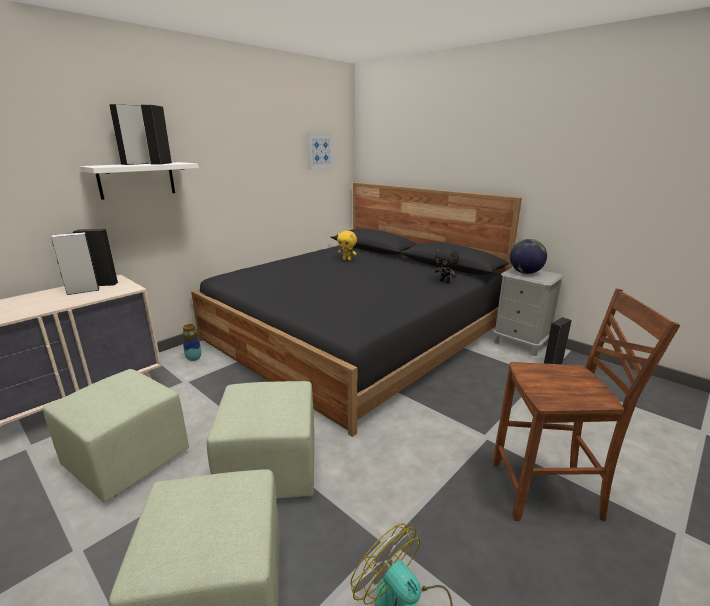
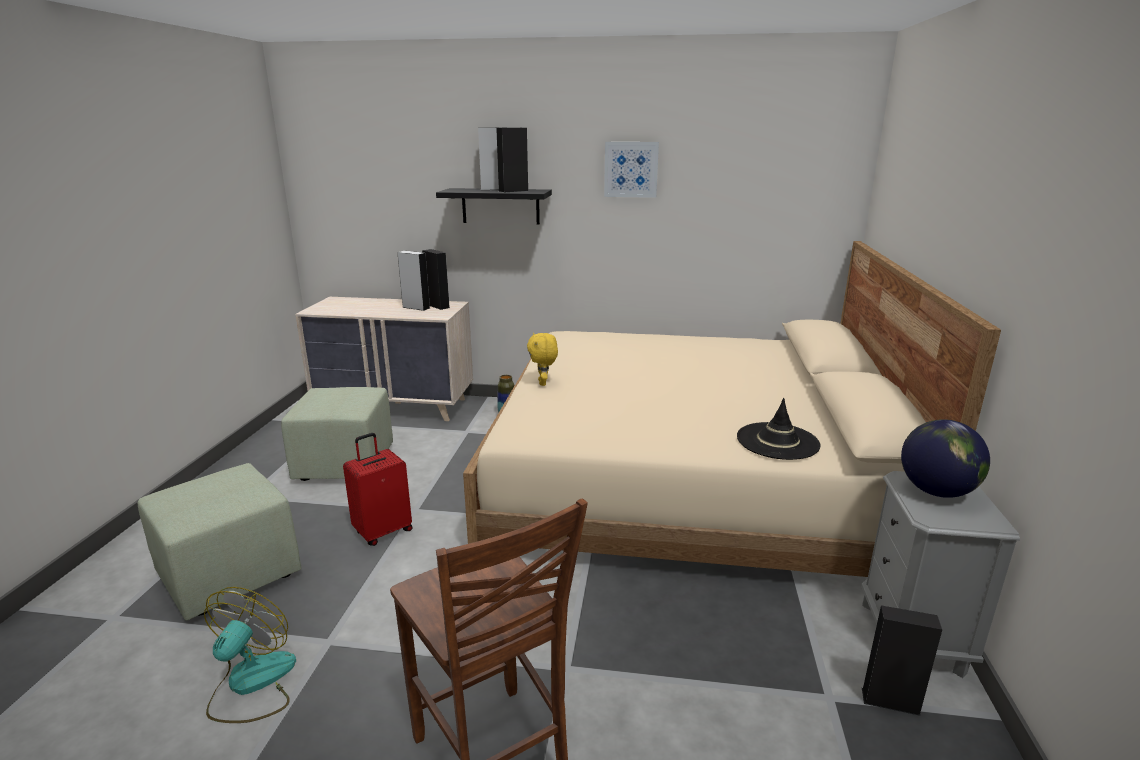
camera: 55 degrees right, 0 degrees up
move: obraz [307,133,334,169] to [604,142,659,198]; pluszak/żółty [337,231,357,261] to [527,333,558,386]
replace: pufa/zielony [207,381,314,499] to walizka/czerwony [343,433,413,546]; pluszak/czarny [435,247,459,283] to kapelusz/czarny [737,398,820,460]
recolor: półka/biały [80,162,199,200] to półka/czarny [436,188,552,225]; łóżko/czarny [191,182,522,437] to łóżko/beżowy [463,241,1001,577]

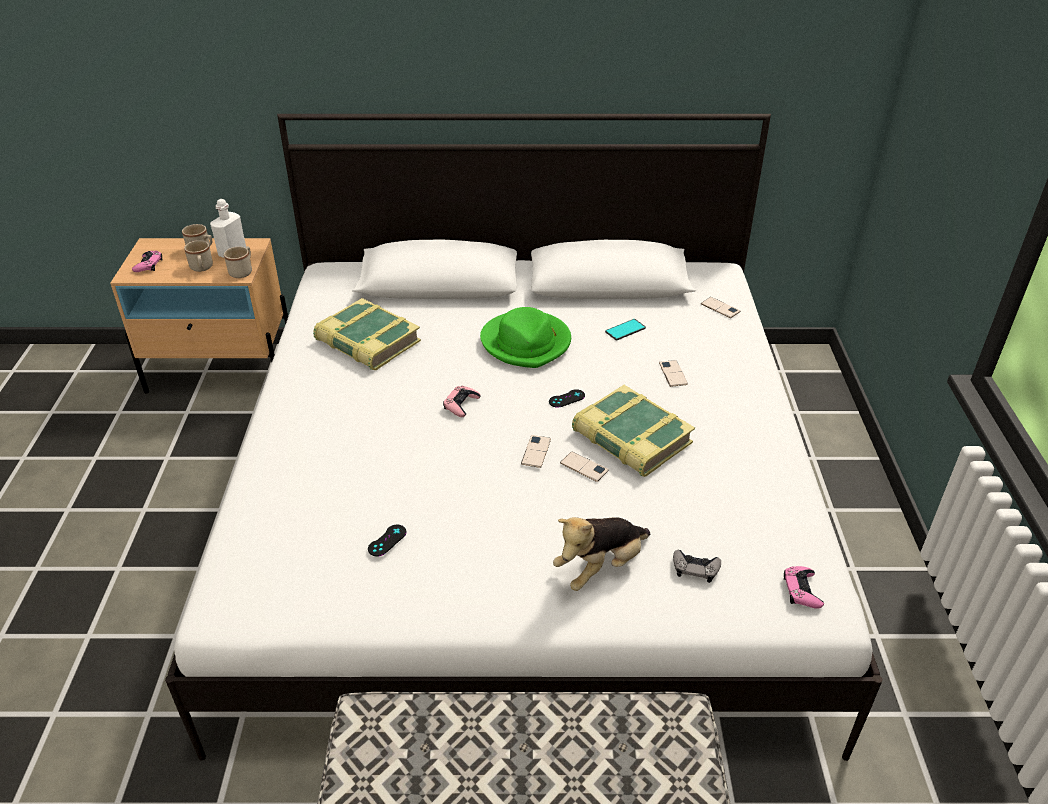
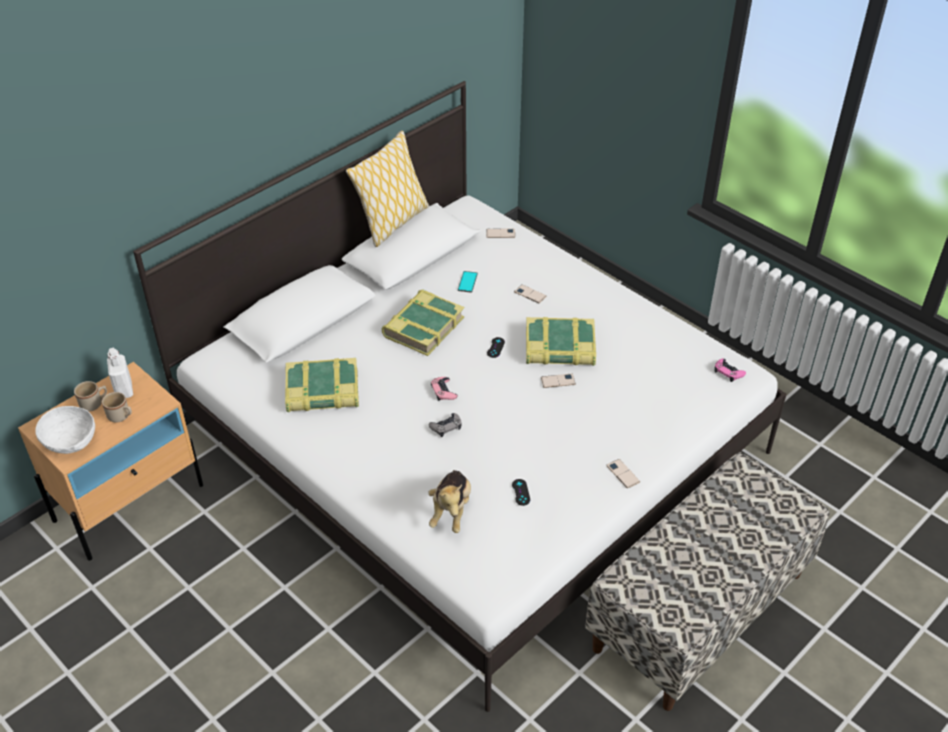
camera: 45 degrees left, 5 degrees up
delete: kubek/beżowy [224,246,252,278]
insert: poduszka [346,131,429,247]
move: telefon [521,435,551,468] to [606,459,640,489]; pluszak [553,517,650,591] to [428,470,471,533]; pad do gier/szary [673,550,721,583] to [429,413,462,437]
replace: pad do gier/różowy [132,251,163,272] to miska/biały [35,406,95,454]; kapelusz/zielony [480,307,571,368] to książka [382,290,464,356]

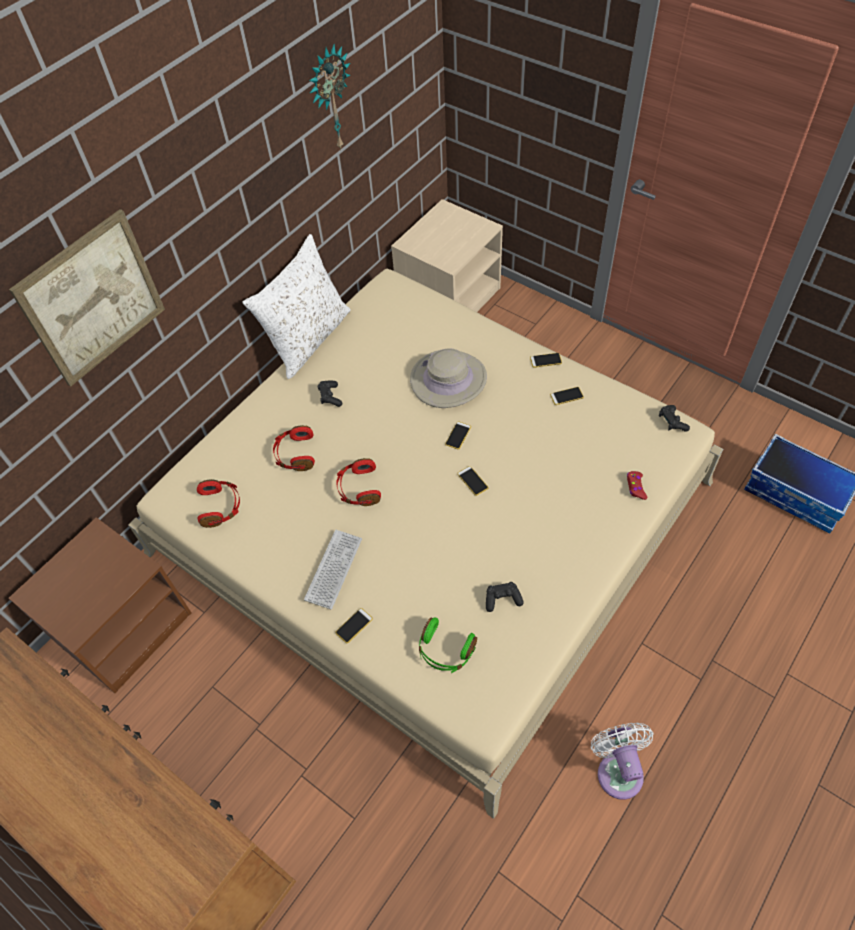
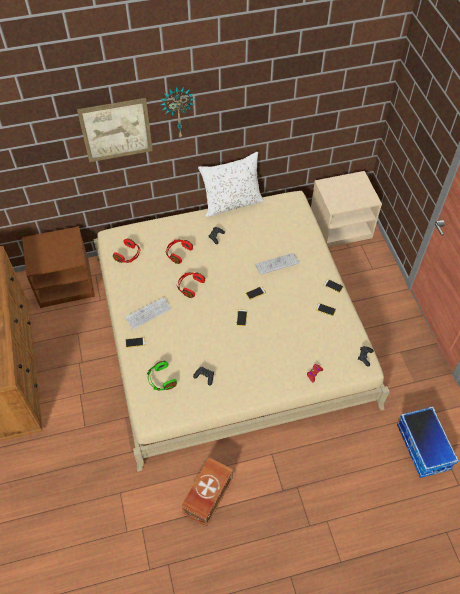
camera: 35 degrees right, 0 degrees up
move: zegar ścienny [309,43,350,149] to [161,87,195,139]
replace: kapelusz/beżowy [410,348,487,408] to klawiatura [255,253,299,275]; wentylator/biały [591,723,654,800] to pojemnik do przechowywania/brązowy [181,457,233,527]

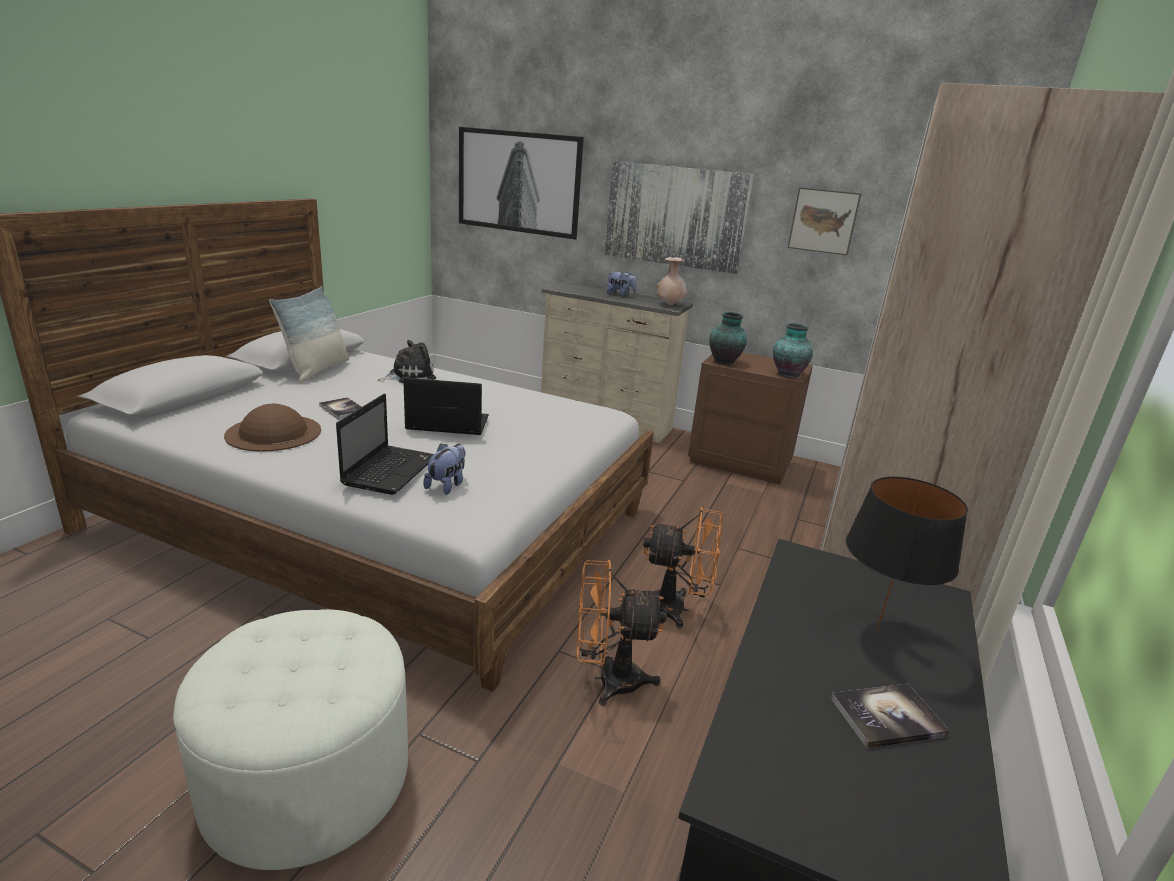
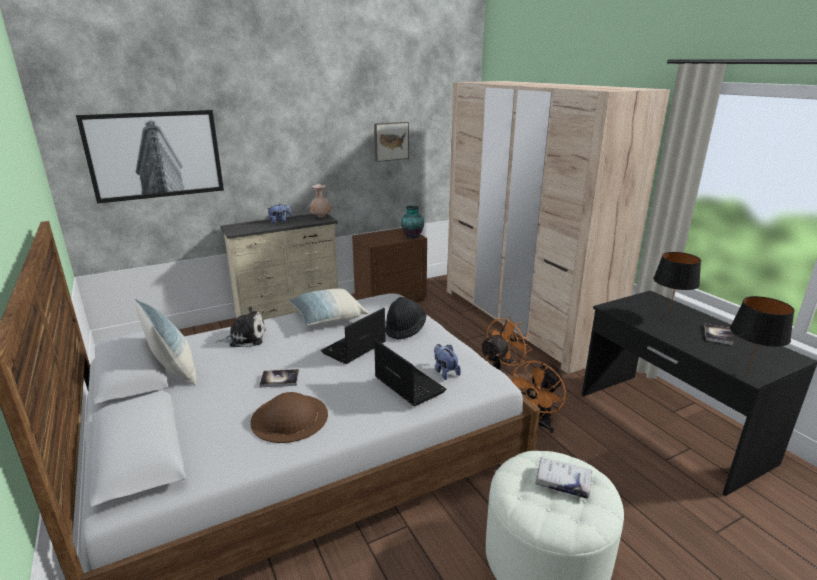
camera: 50 degrees left, 0 degrees up
delete: obraz [605,161,754,274]; wazon [709,312,747,365]
insert: poduszka [289,289,368,326]; kapelusz/czarny [385,297,426,340]; książka/biały [535,457,592,499]; lampa stołowa/czarny [730,296,795,374]
rotate: pluszak [377,340,436,383] = [216,307,266,348] 75 degrees clockwise

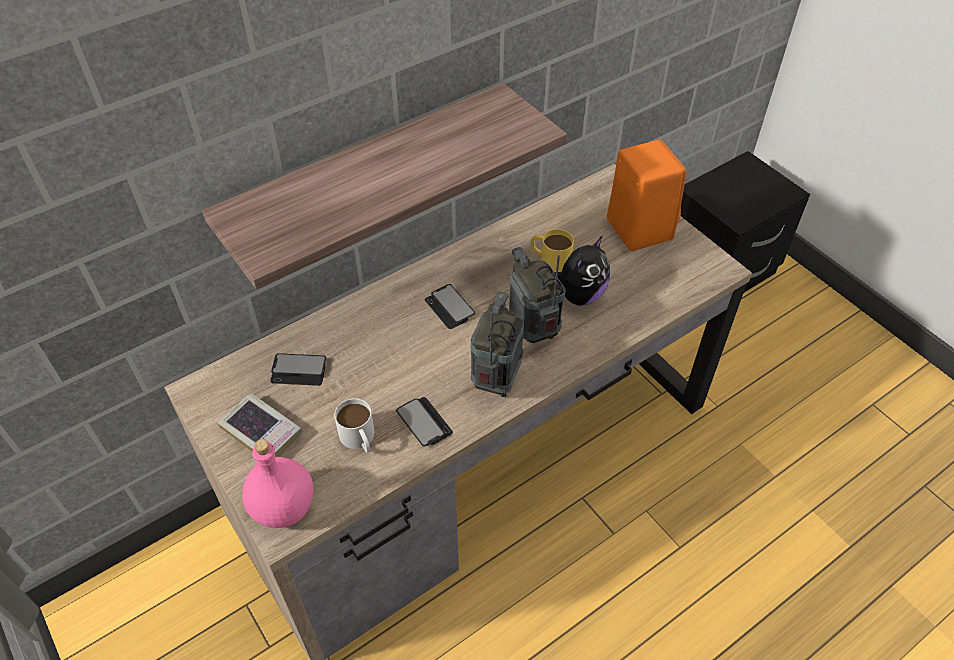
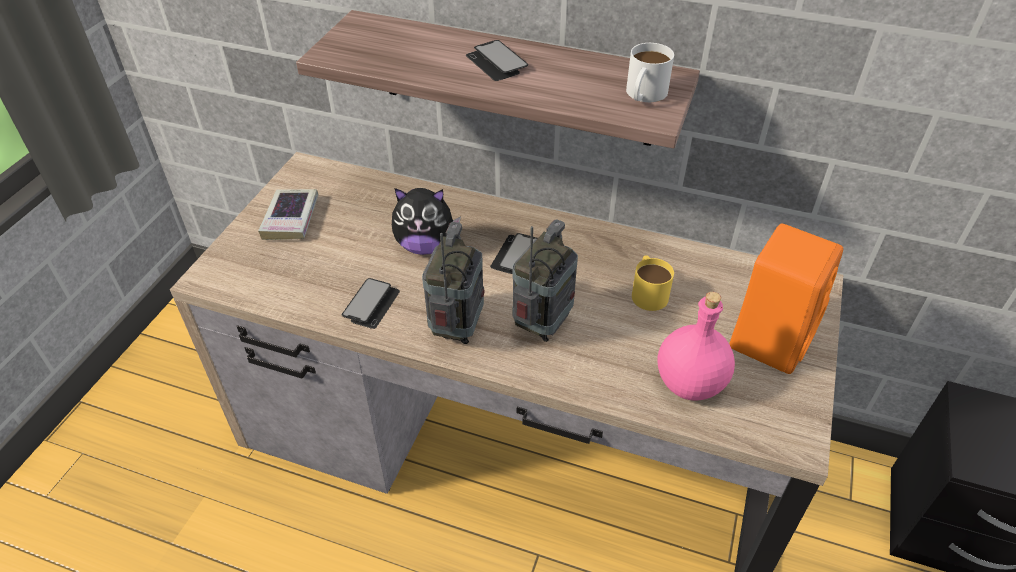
camera: 55 degrees right, 5 degrees down
move: butelka/różowy [242,439,313,528] to [657,292,735,401]; telefon [270,353,326,386] to [466,40,528,81]; kubek/biały [334,398,375,453] to [626,43,674,102]; pluszak [554,235,610,305] to [392,188,461,255]
rotate: radio [470,291,524,397] = [422,222,485,344] 60 degrees counterclockwise

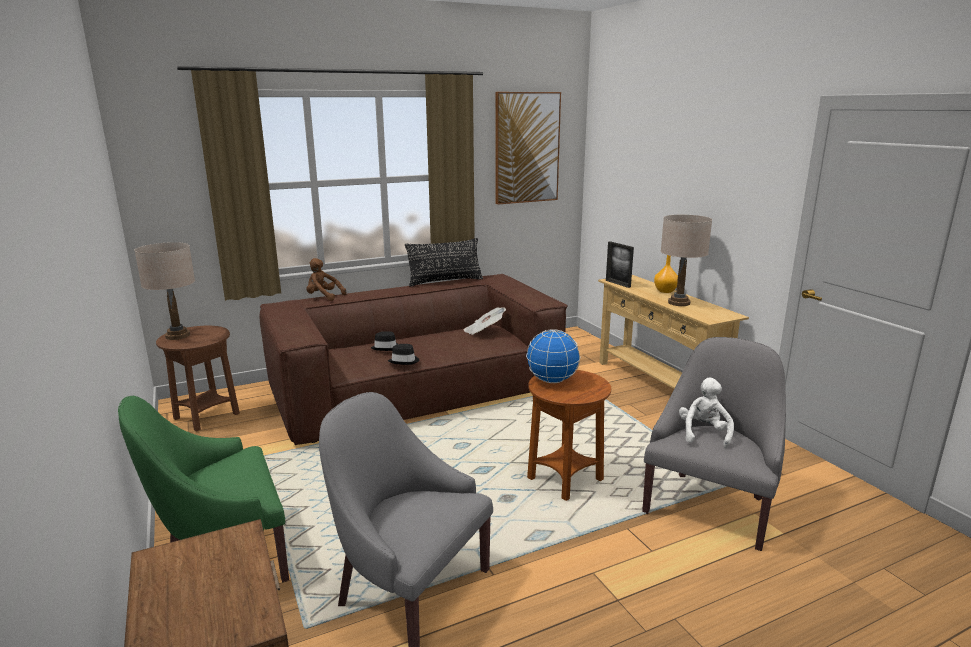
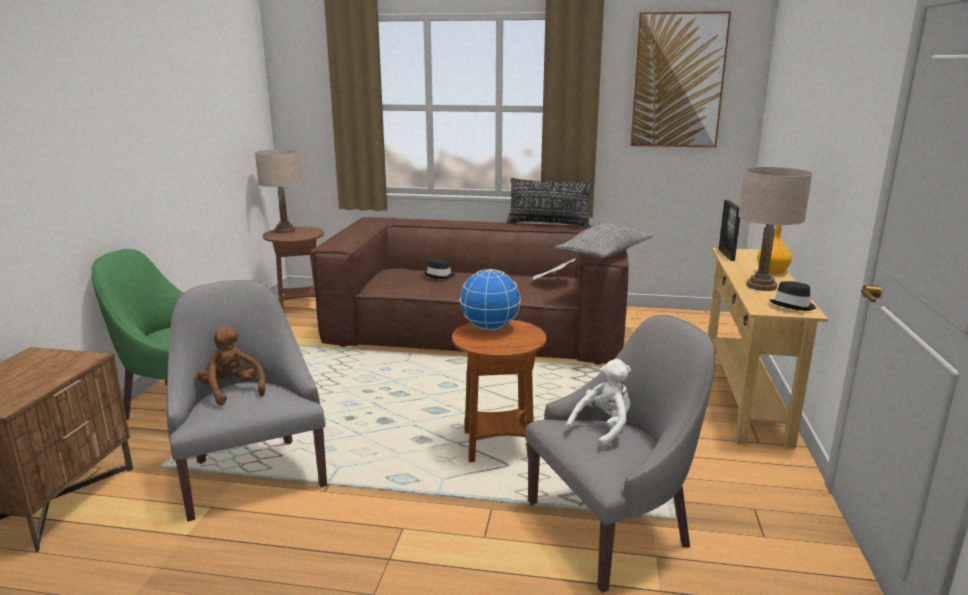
camera: 35 degrees right, 0 degrees up
insert: poduszka/szary [556,224,653,258]
move: pluszak/brązowy [306,258,346,301] to [197,326,265,406]; kapelusz/czarny [388,344,419,365] to [770,281,816,311]

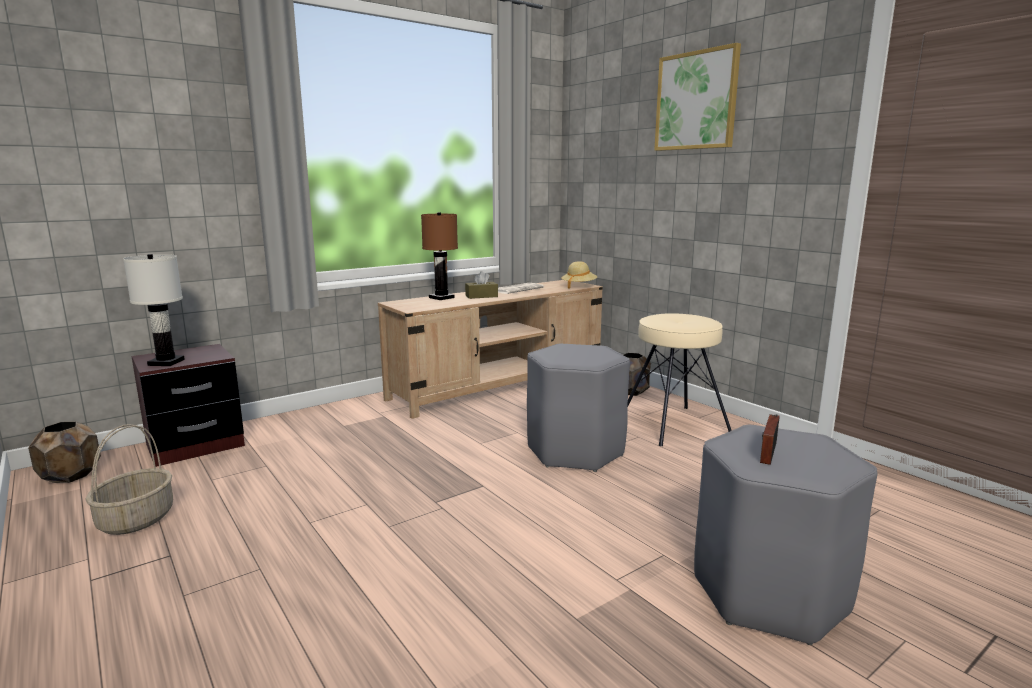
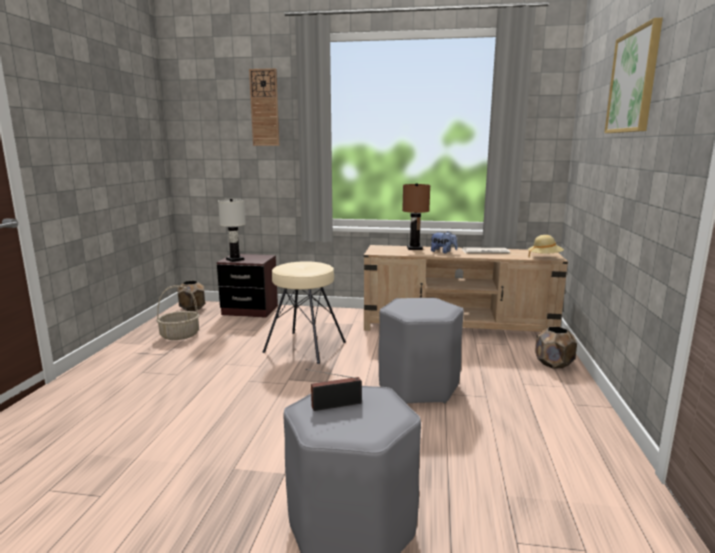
camera: 45 degrees right, 0 degrees up
insert: zegar ścienny [249,68,279,146]
move: stołek/beżowy [627,313,732,446] to [262,261,346,364]
replace: pudełko chusteczek/brązowy [465,271,498,299] to pluszak [431,231,458,253]

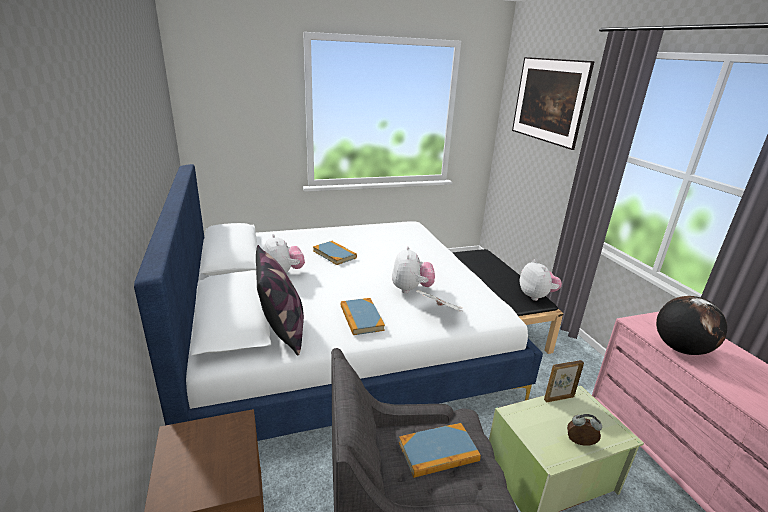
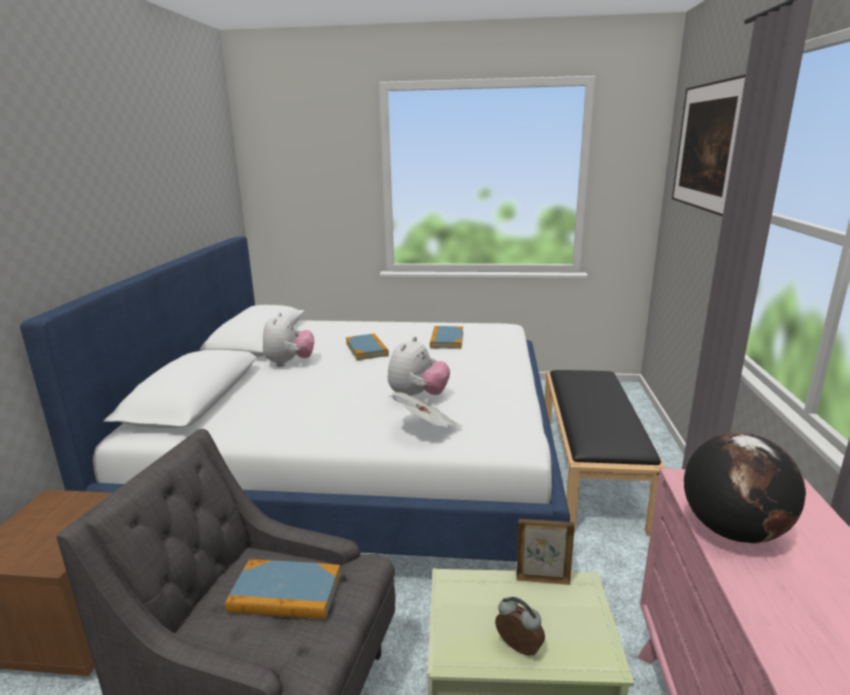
camera: 25 degrees right, 5 degrees down
delete: poduszka [256,245,304,355]; pluszak [520,259,562,301]
move: książka [341,298,385,335] to [430,326,463,349]

